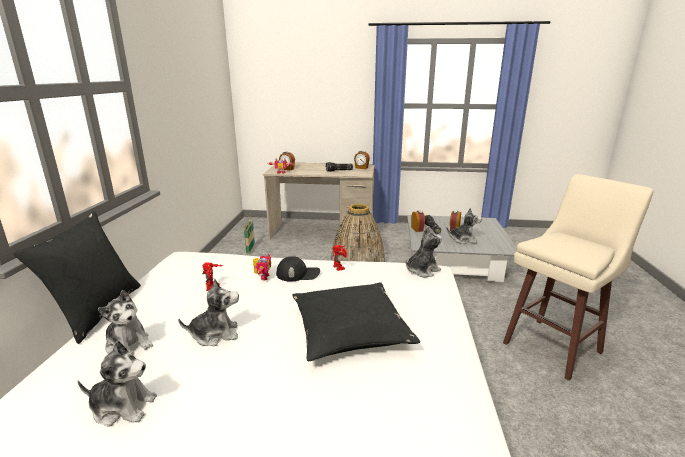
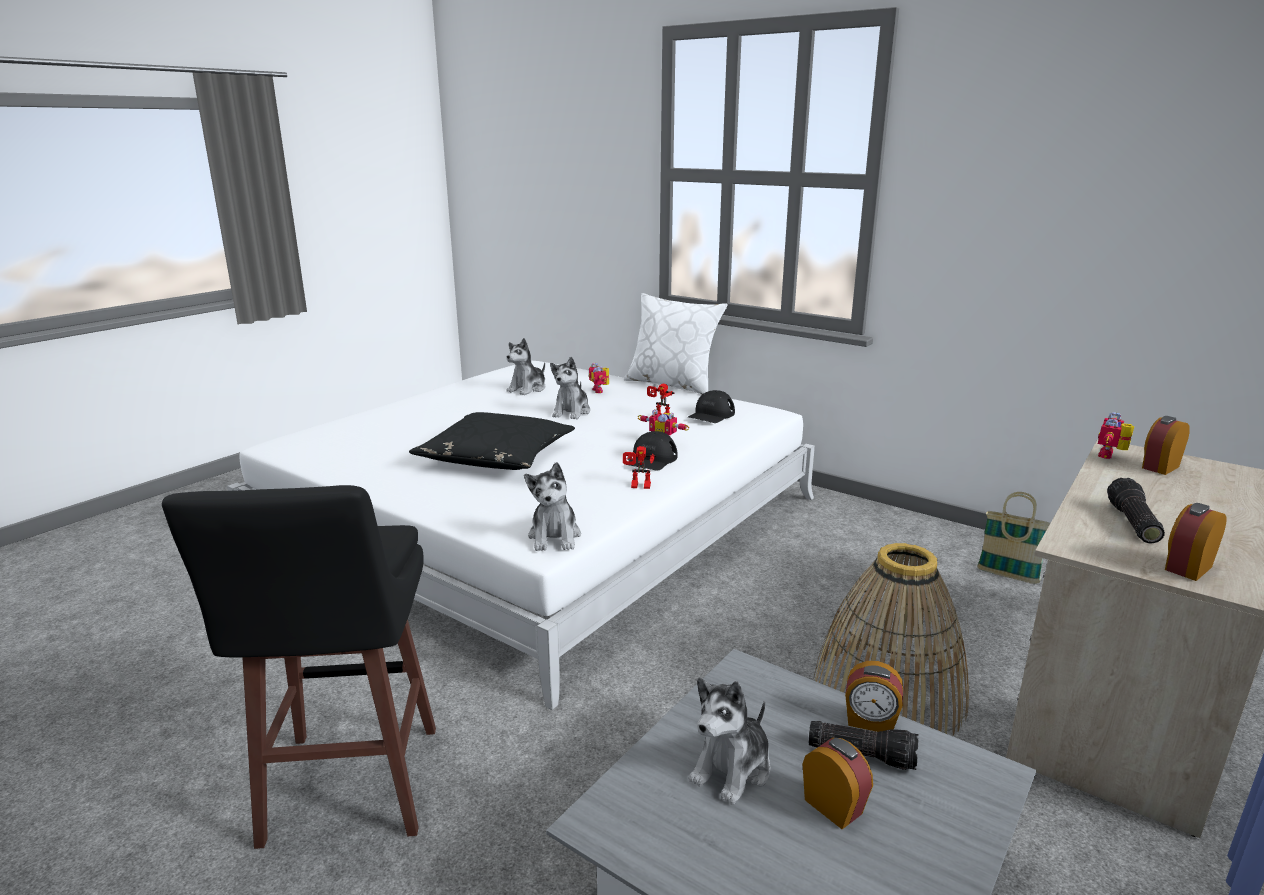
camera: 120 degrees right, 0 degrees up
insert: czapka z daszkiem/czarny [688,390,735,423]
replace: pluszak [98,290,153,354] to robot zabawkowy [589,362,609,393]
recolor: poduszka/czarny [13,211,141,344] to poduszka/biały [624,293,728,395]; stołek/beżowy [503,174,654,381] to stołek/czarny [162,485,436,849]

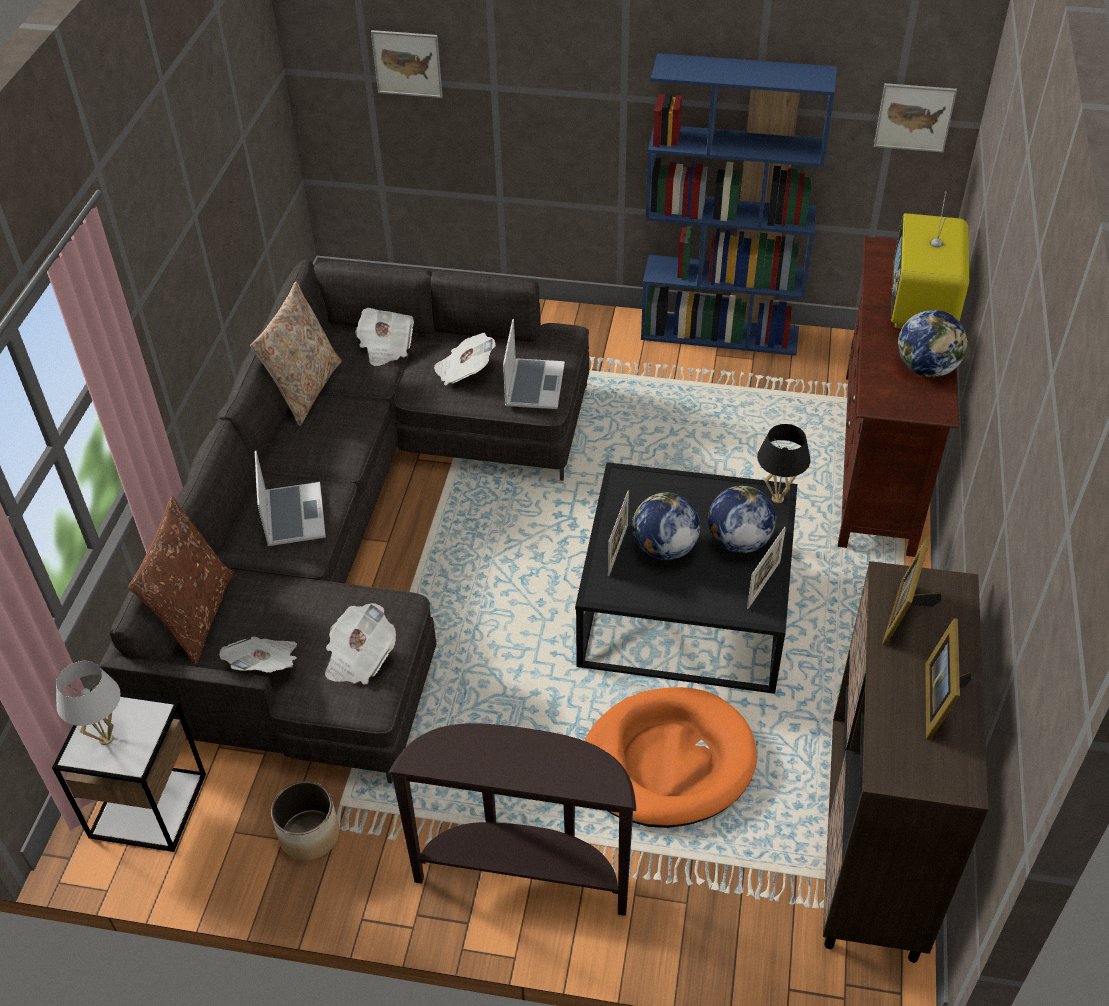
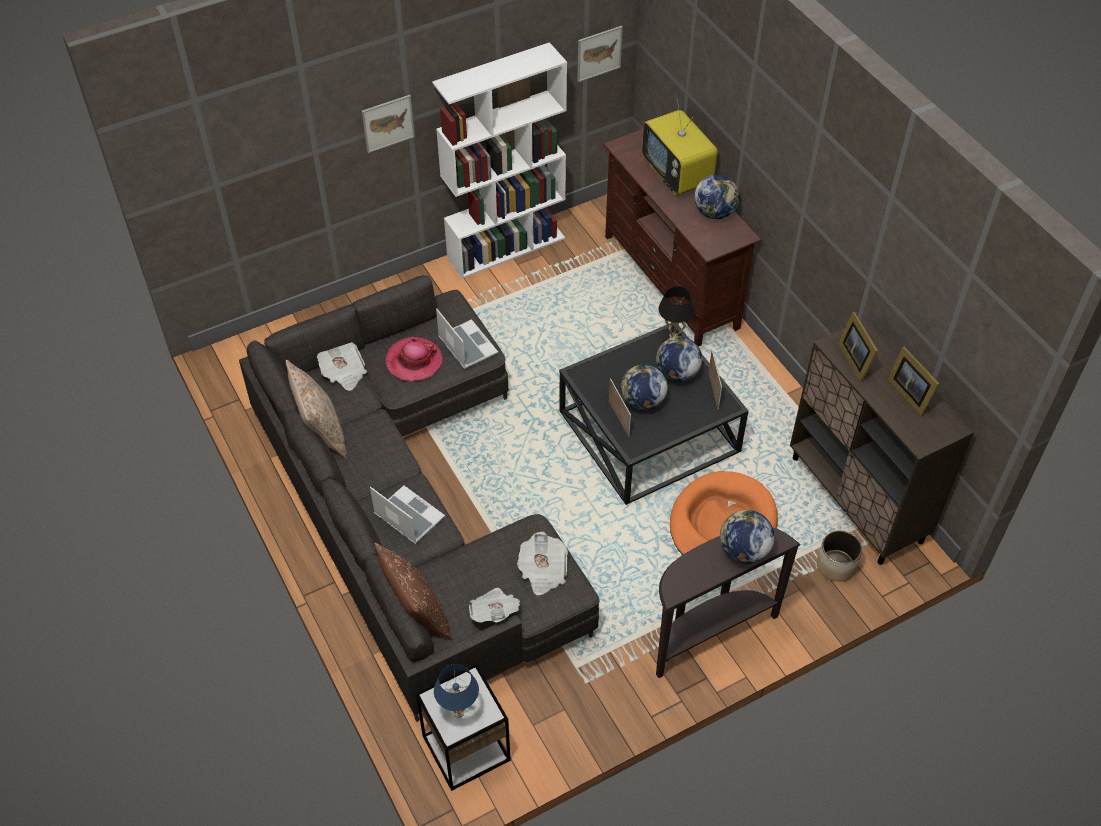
camera: 40 degrees left, 5 degrees up
insert: globus [720,510,775,564]
move: donica [271,781,339,861] to [817,530,862,582]; obraz [371,30,443,98] to [362,95,415,153]
replace: gazeta [434,333,496,386] to kapelusz [386,337,443,381]
recolor: lampa stołowa/biały [56,661,120,745] to lampa stołowa/niebieski [434,664,479,718]; regał/niebieski [641,53,837,356] to regał/biały [432,42,567,279]

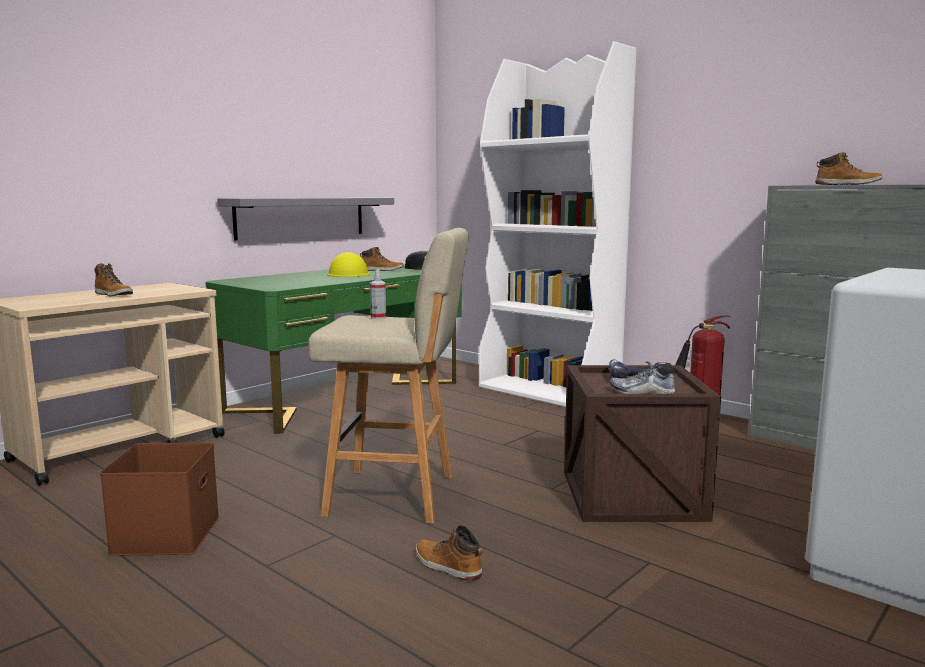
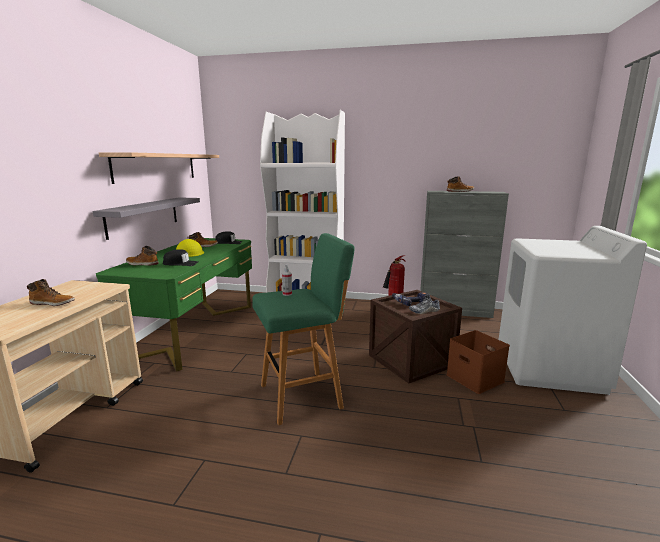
camera: 30 degrees left, 5 degrees up
insert: półka [99,152,219,184]; czapka z daszkiem/czarny [163,249,198,266]
move: pojemnik do przechowywania/brązowy [100,443,219,556] to [446,330,510,394]; but z cholewką [416,525,482,581] to [126,246,158,266]
recolor: stołek/beżowy [309,228,469,524] to stołek/zielony [252,233,354,425]

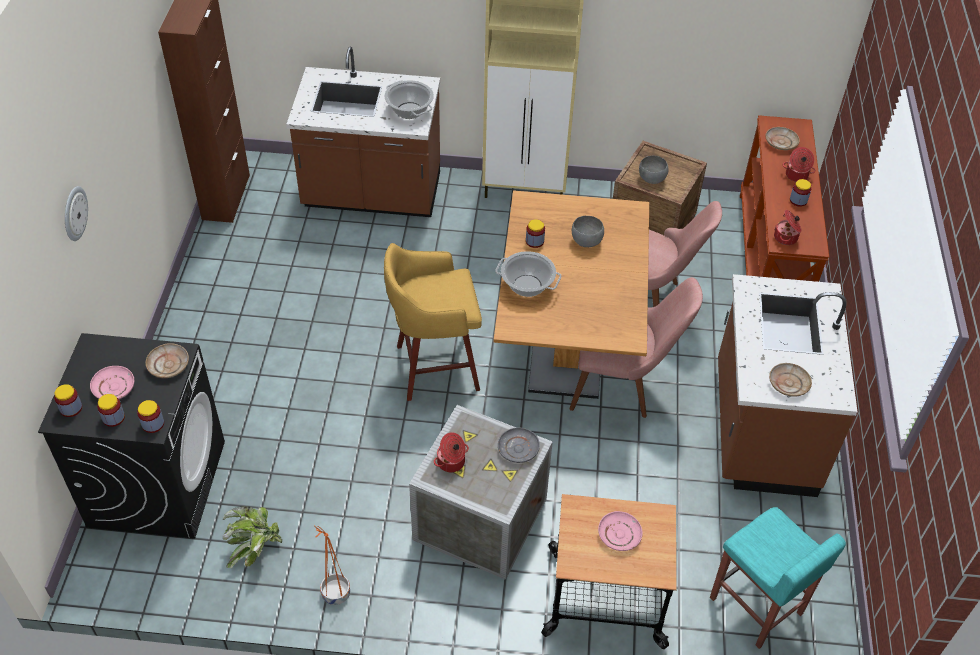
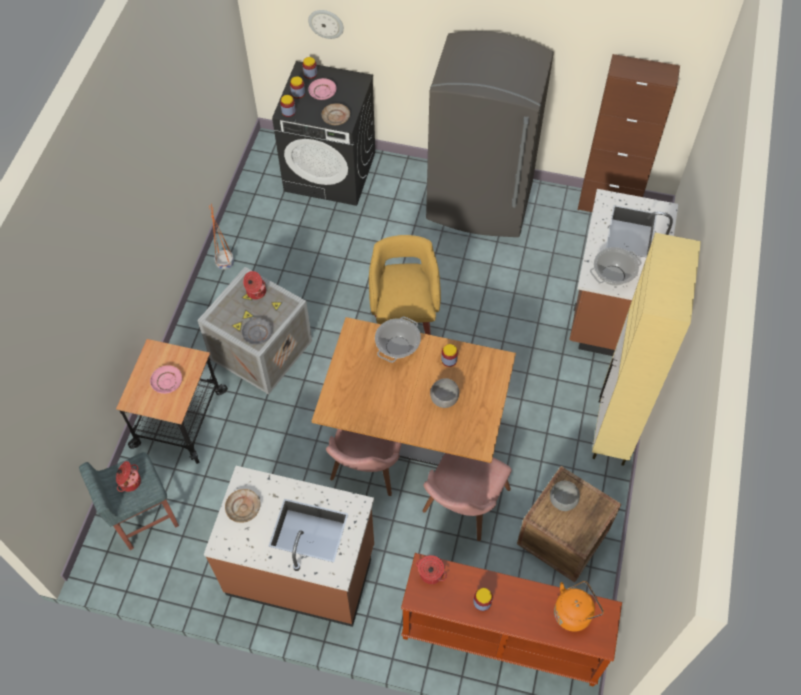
camera: 100 degrees right, 10 degrees up
delete: roślina doniczkowa [222,506,282,568]
insert: lodówka/szary [426,31,554,237]
move: zegar ścienny [65,186,88,241] to [308,10,344,39]; garnek [783,147,816,182] to [116,461,141,492]
replace: talerz/beżowy [766,127,800,150] to czajnik/pomarańczowy [554,581,604,632]
recolor: stołek/turkusowy [710,507,846,649] to stołek/szary [79,452,179,550]

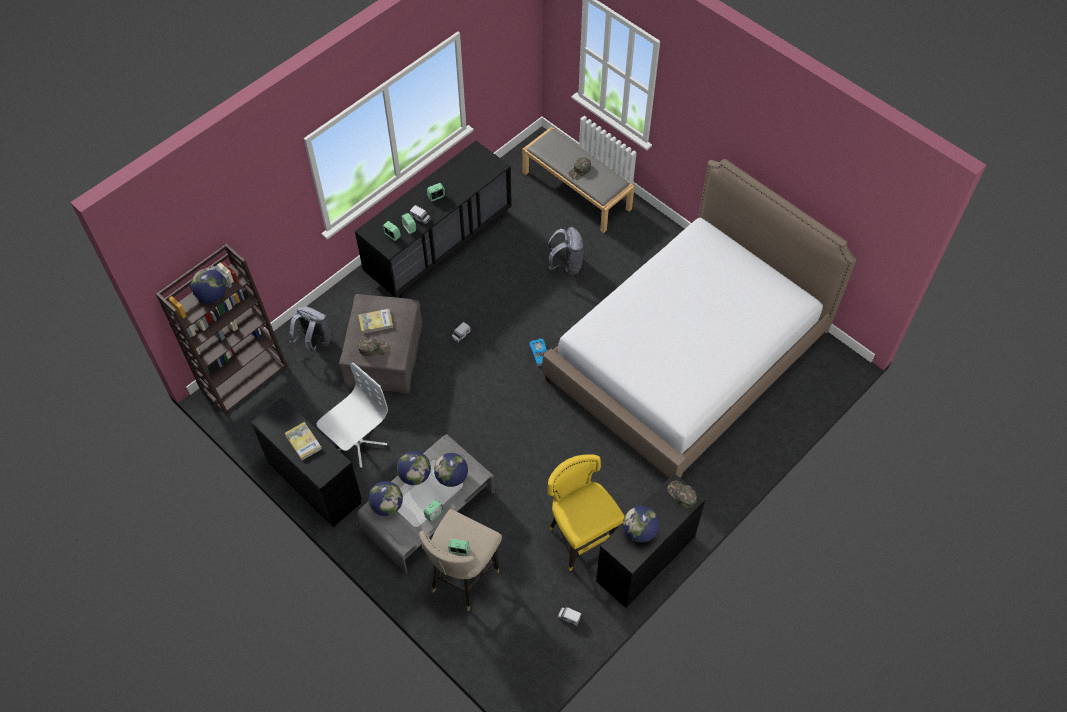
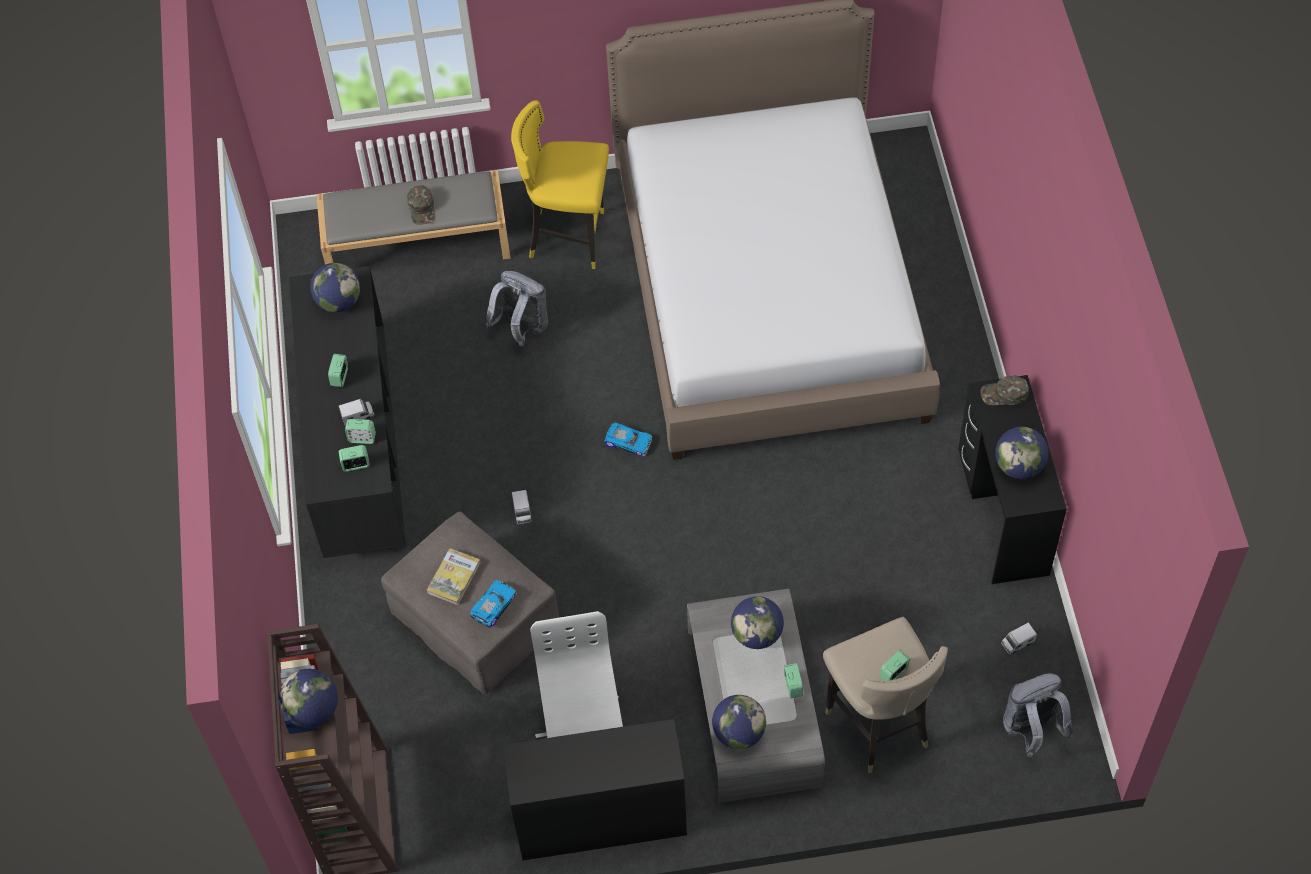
camera: 50 degrees left, 0 degrees up
delete: książka [285,422,322,460]
move: plecak/szary [289,306,331,355] to [1003,674,1074,757]; globus [397,451,431,485] to [310,263,360,312]; stołek/żółty [548,454,624,571] to [511,100,609,269]
replace: czapka z daszkiem/zielony [358,338,388,356] to samochodzik [470,580,517,628]

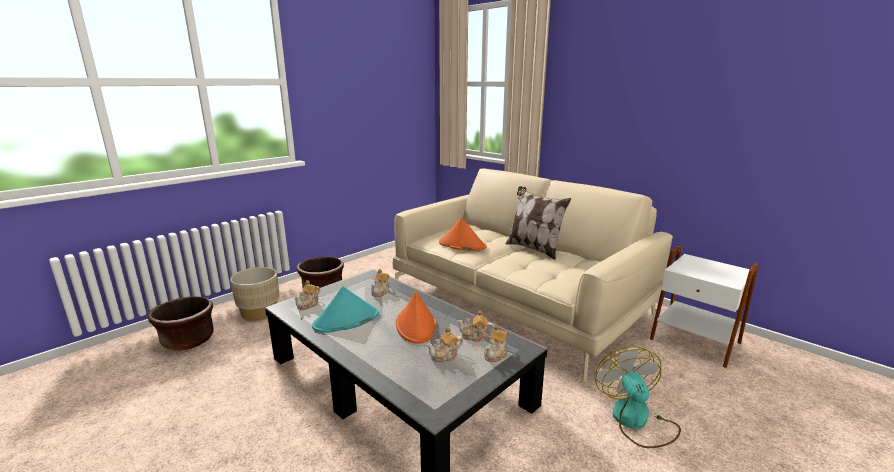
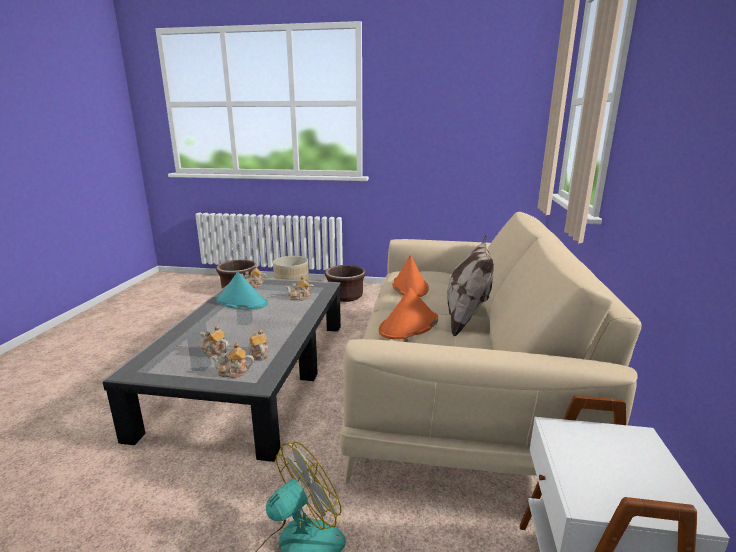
camera: 55 degrees right, 0 degrees up
move: kapelusz/pomarańczowy [396,291,436,344] to [379,288,438,340]

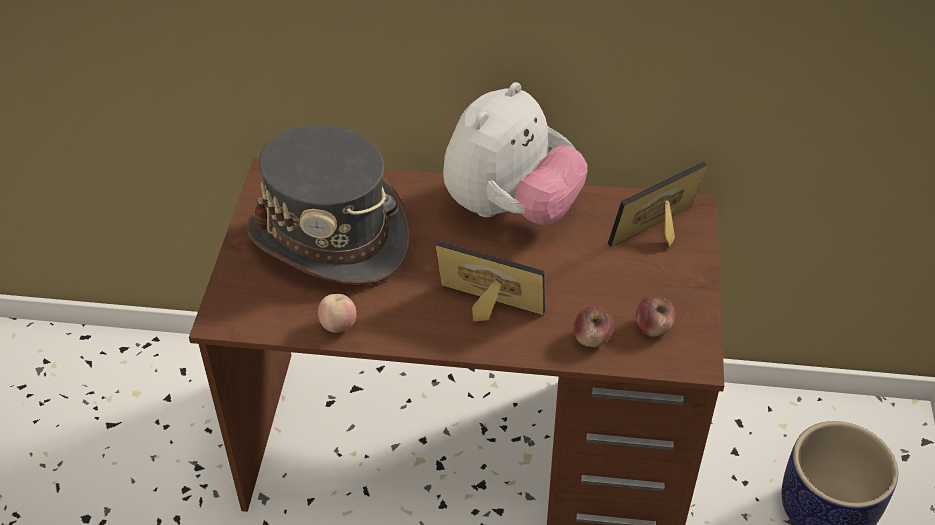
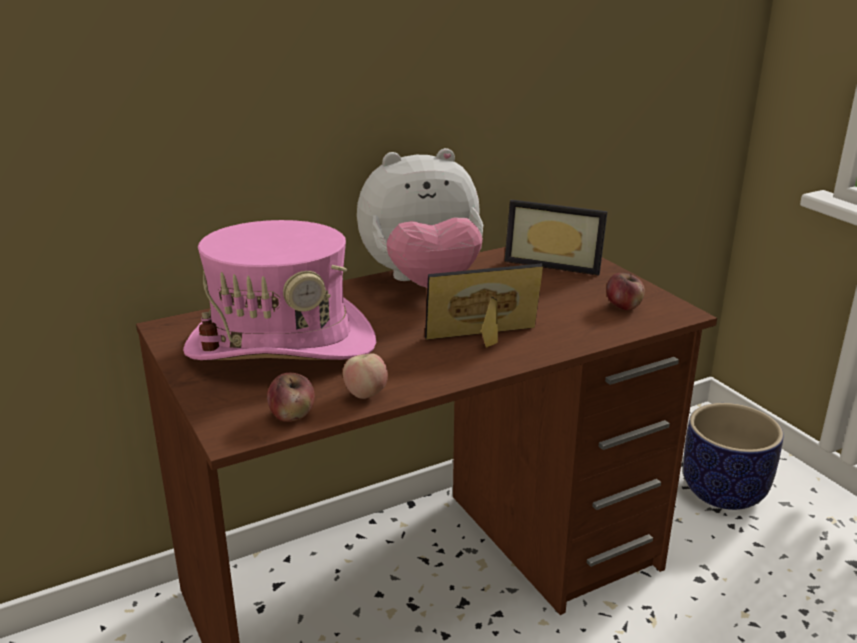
camera: 35 degrees left, 20 degrees down
move: jabłko [573,306,614,347] to [267,373,315,422]
recolor: kapelusz/szary [248,125,411,285] to kapelusz/różowy [183,220,376,360]
rotate: pluszak [443,82,587,225] = [357,148,483,288] 75 degrees clockwise; ramka na zdjęcie [608,162,708,247] = [504,200,608,276] 90 degrees counterclockwise

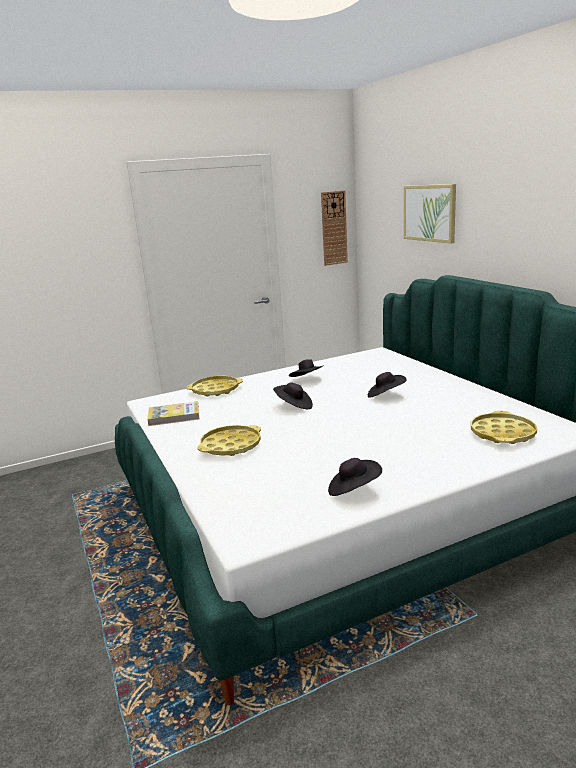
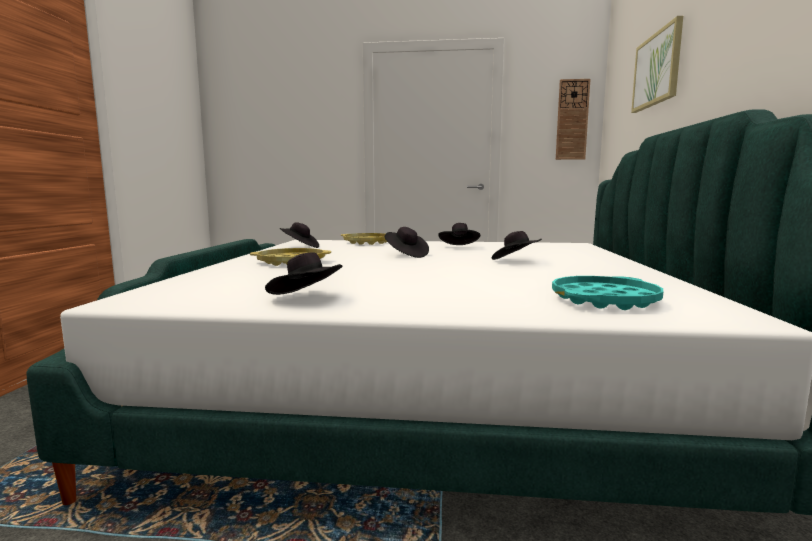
camera: 30 degrees right, 10 degrees down
replace: książka [147,401,200,426] to kapelusz/czarny [280,222,319,248]
recolor: taca/żółty [471,411,537,444] to taca/turkusowy [552,276,663,310]

